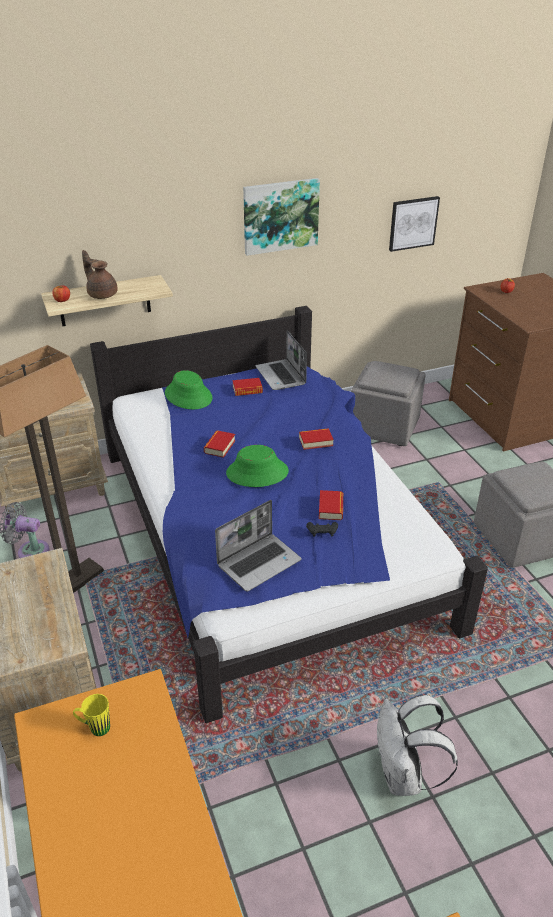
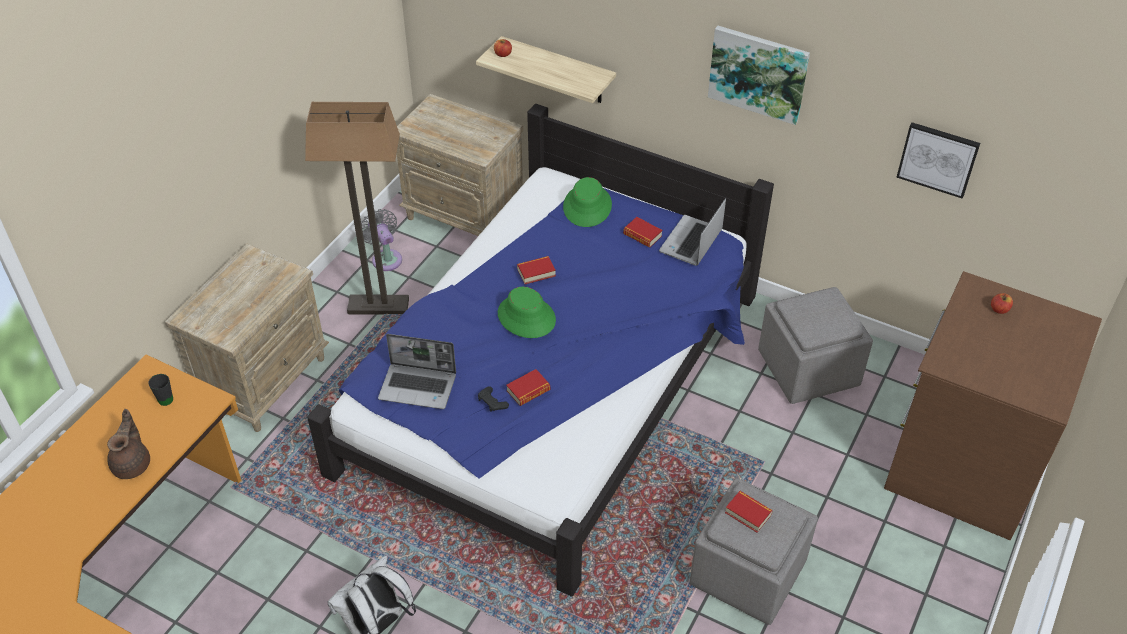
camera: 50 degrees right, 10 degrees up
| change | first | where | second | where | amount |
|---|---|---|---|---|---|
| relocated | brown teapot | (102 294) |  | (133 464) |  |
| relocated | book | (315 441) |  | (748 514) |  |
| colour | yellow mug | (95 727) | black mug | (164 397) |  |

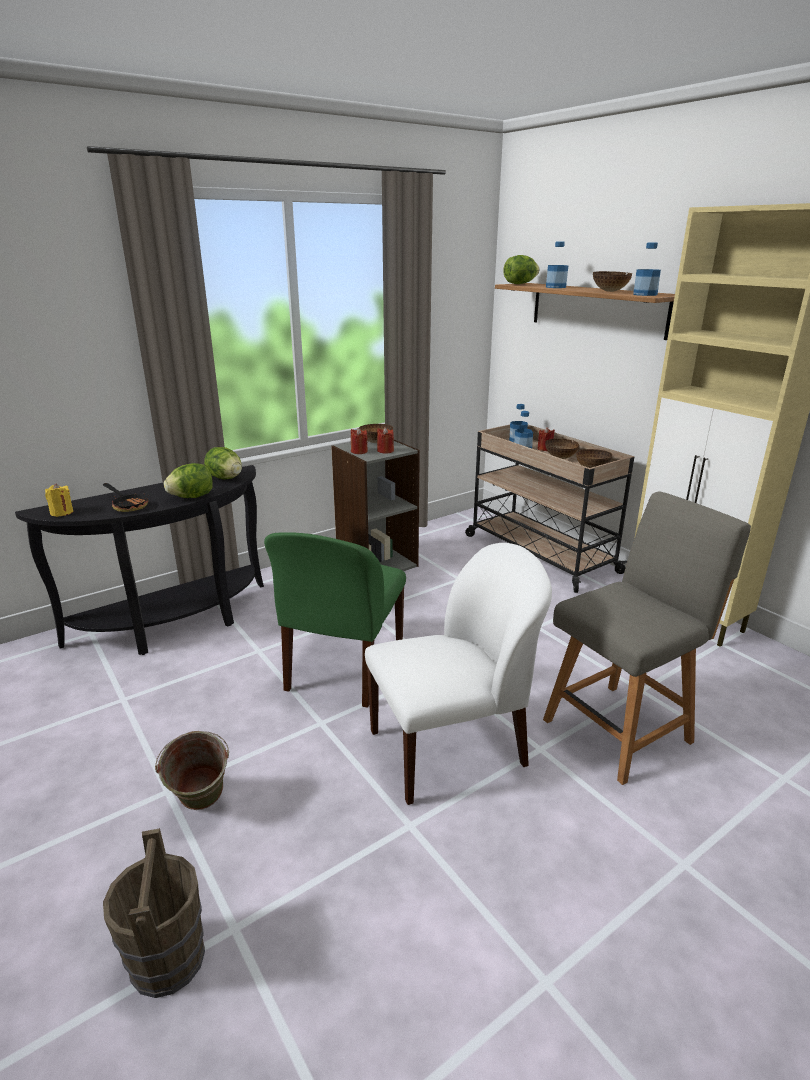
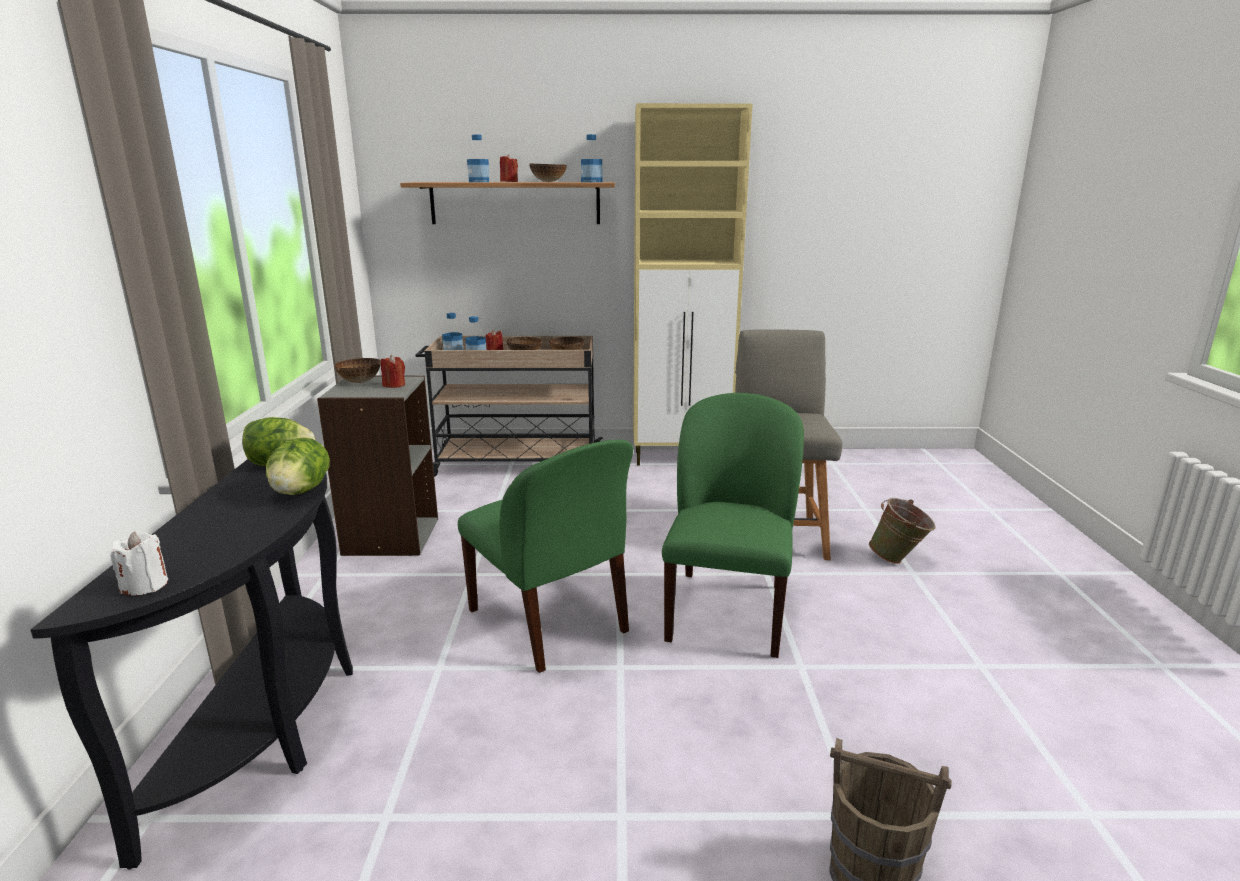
camera: 55 degrees left, 5 degrees down
| change | first | where | second | where | amount |
|---|---|---|---|---|---|
| missing | frying pan | (128 505) |  |  |  |
| missing | lettuce | (520 284) |  |  |  |
| relocated | green bucket | (201 807) |  | (898 560) |  |
| relocated | red candle | (359 451) |  | (509 181) |  |
| colour | yellow candle | (62 512) | white candle | (145 585) |  |
| colour | white chair | (451 748) | green chair | (727 610) |  |

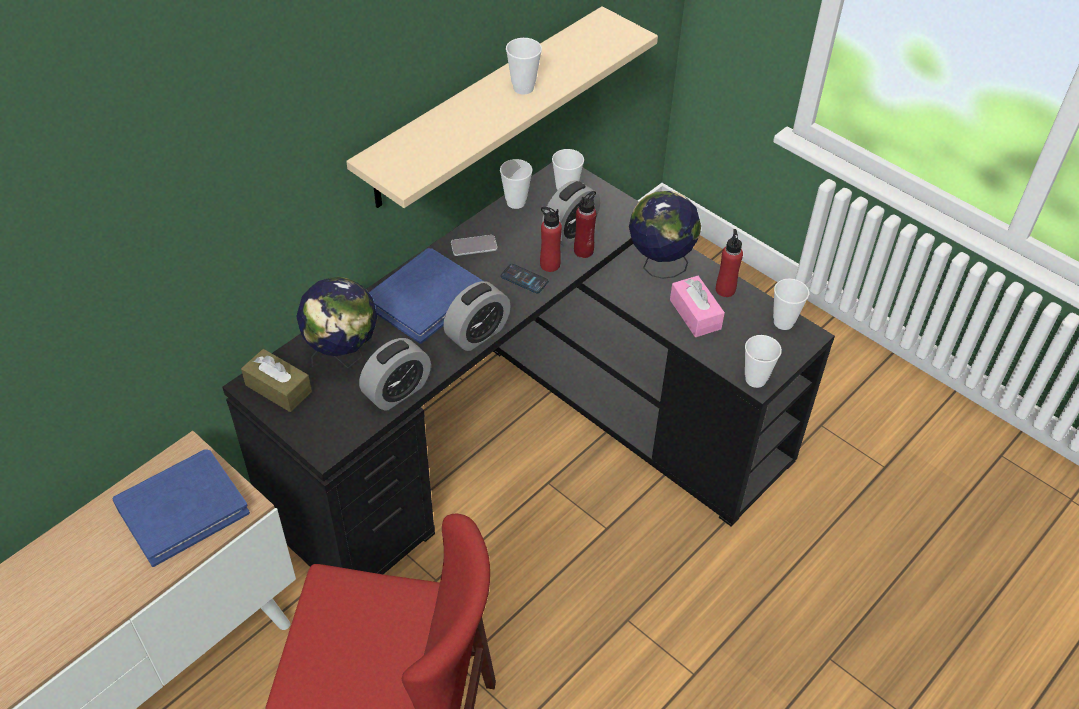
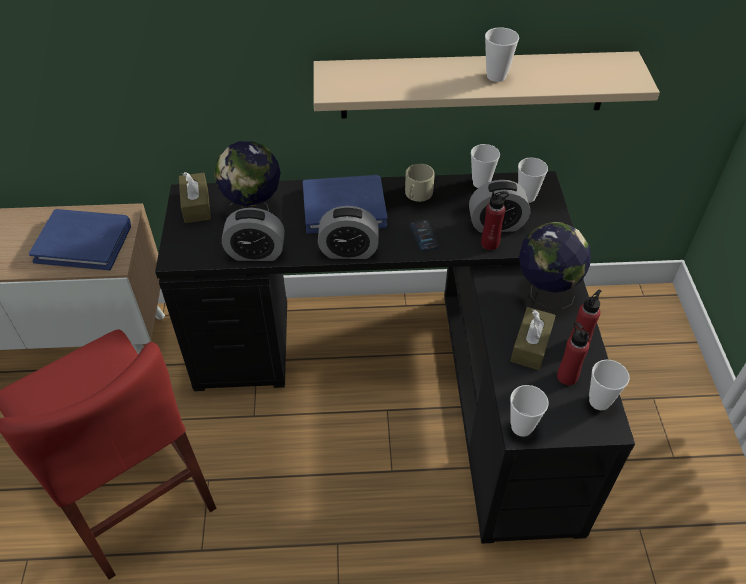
camera: 45 degrees right, 0 degrees up
| change | first | where | second | where | amount |
|---|---|---|---|---|---|
| relocated | red bottle | (550 264) |  | (567 376) |  |
| exchanged | phone | (474 246) | beige mug | (417 194) |  |
| colour | pink tissue box | (695 314) | brown tissue box | (531 345) |  |

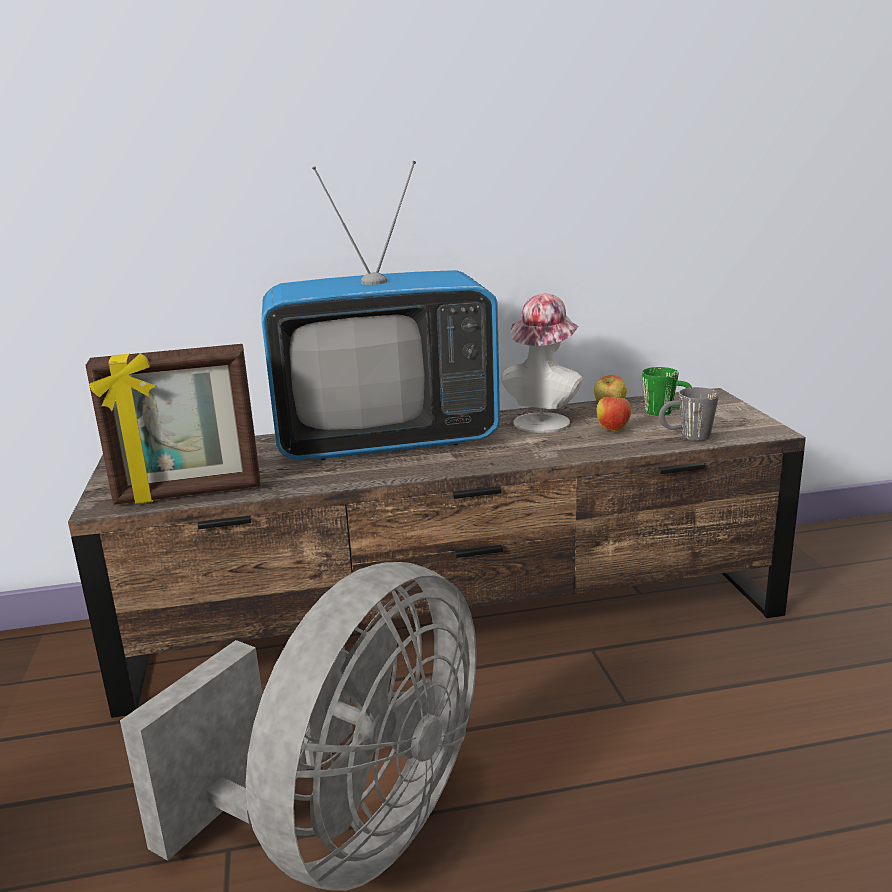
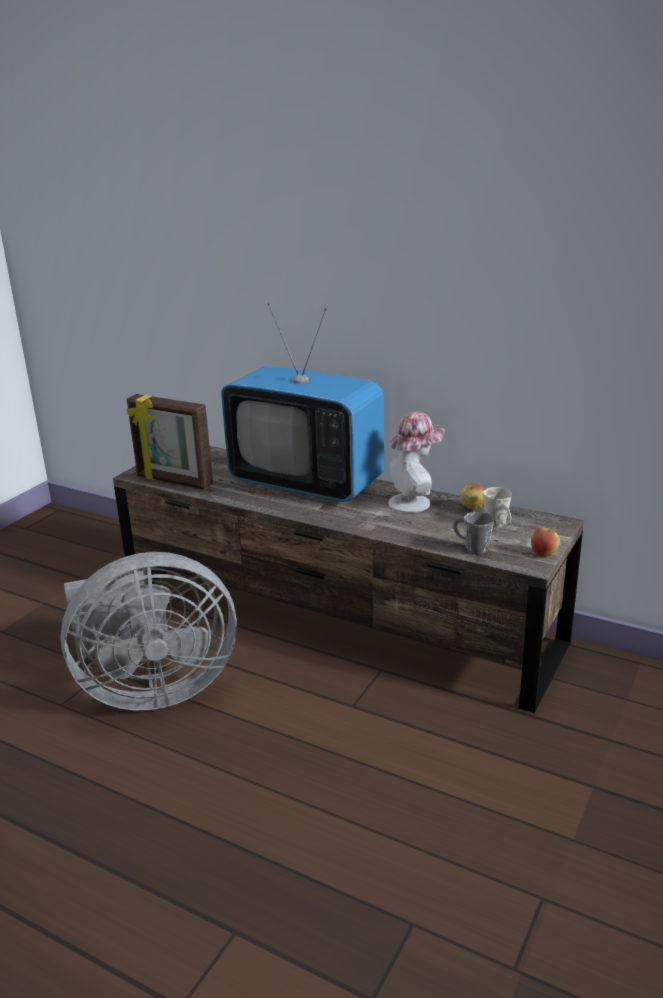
camera: 40 degrees right, 5 degrees up
| change | first | where | second | where | amount |
|---|---|---|---|---|---|
| relocated | apple | (613 429) |  | (544 554) |  |
| colour | green mug | (667 413) | white mug | (499 525) |  |

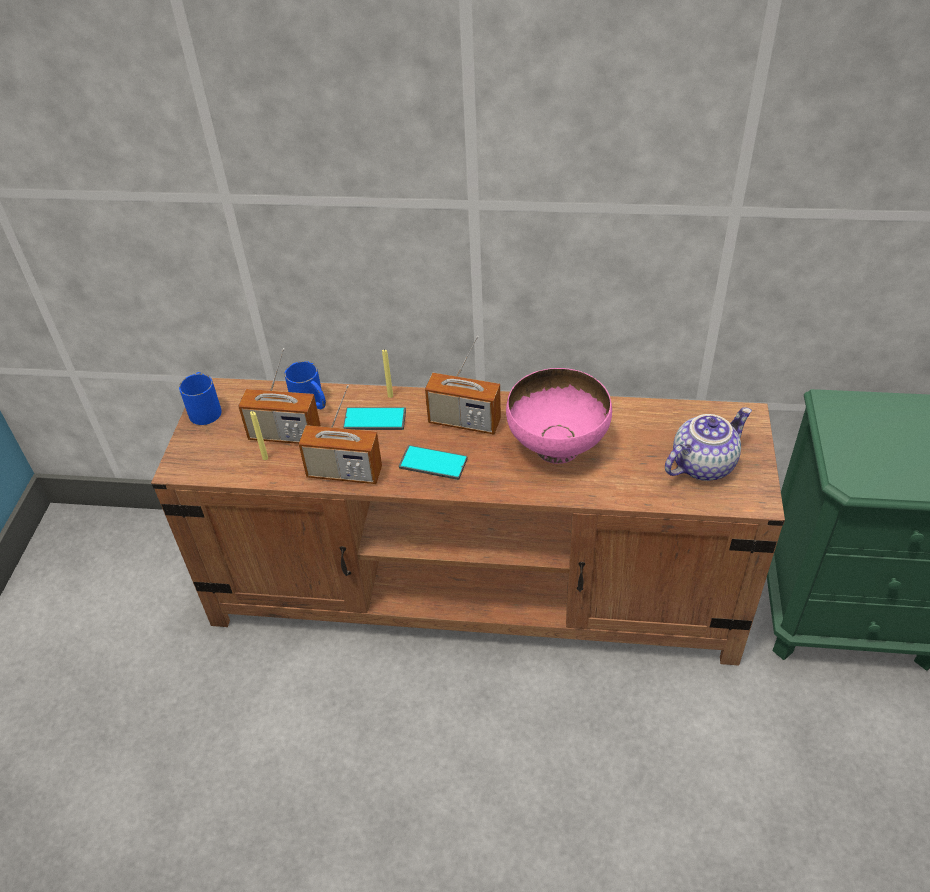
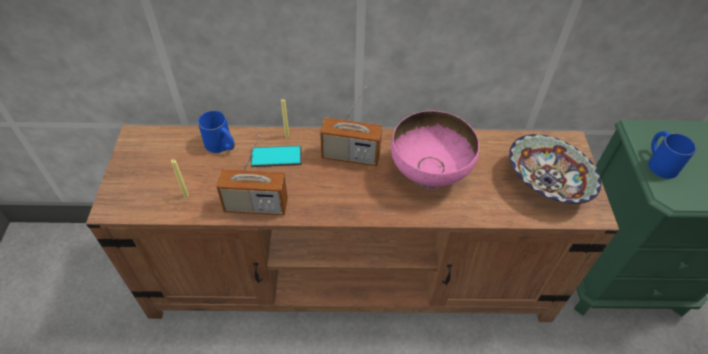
camera: 10 degrees left, 5 degrees up
| change | first | where | second | where | amount |
|---|---|---|---|---|---|
| missing | radio | (285 435) |  |  |  |
| missing | phone | (433 463) |  |  |  |
| relocated | blue mug | (205 408) |  | (659 162) |  |
| exchanged | teapot | (702 464) | bowl | (545 184) |  |

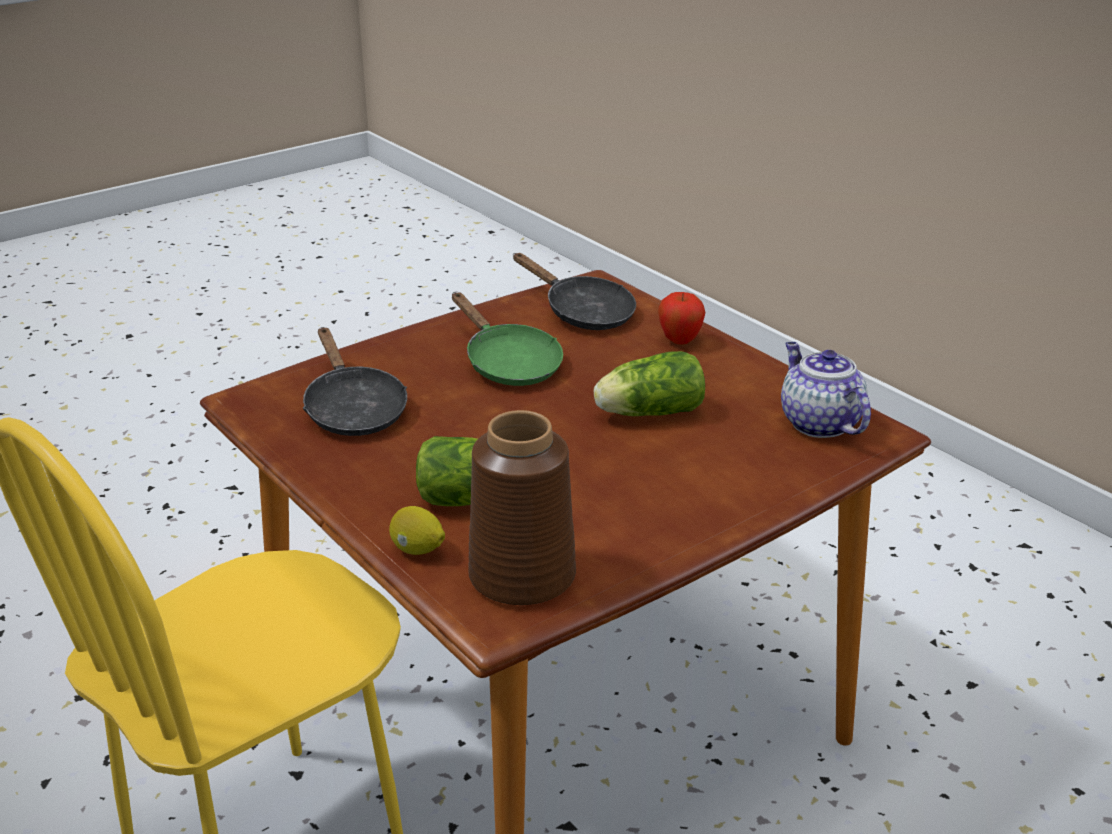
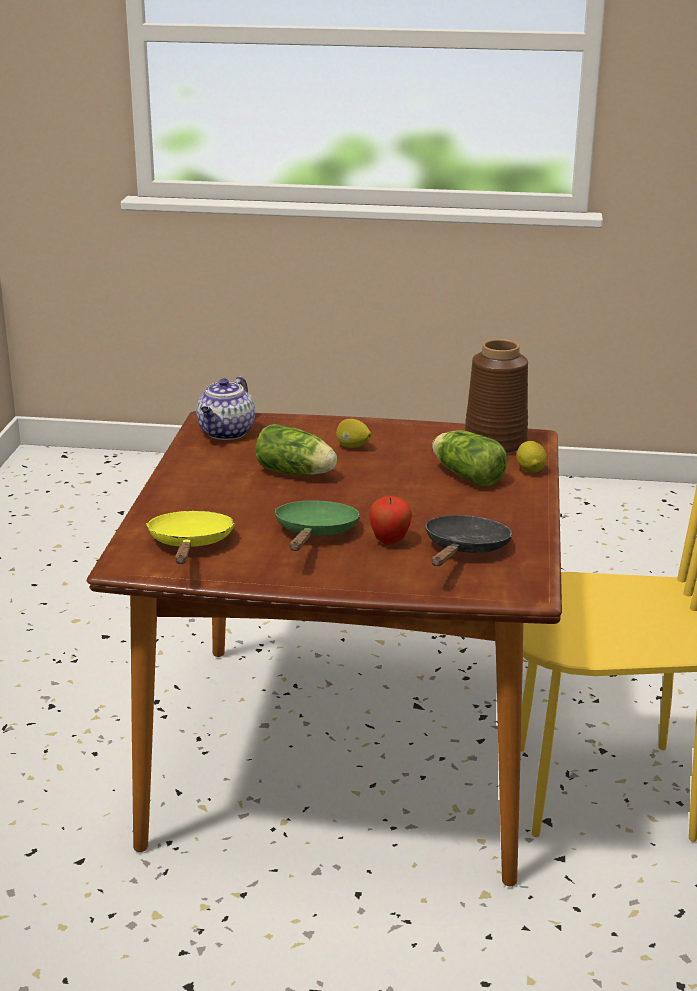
camera: 135 degrees left, 5 degrees down
| change | first | where | second | where | amount |
|---|---|---|---|---|---|
| appeared |  |  | lemon | (352 447) |  |
| relocated | apple | (680 341) |  | (389 541) |  |
| colour | black frying pan | (582 312) | yellow frying pan | (190 545) |  |

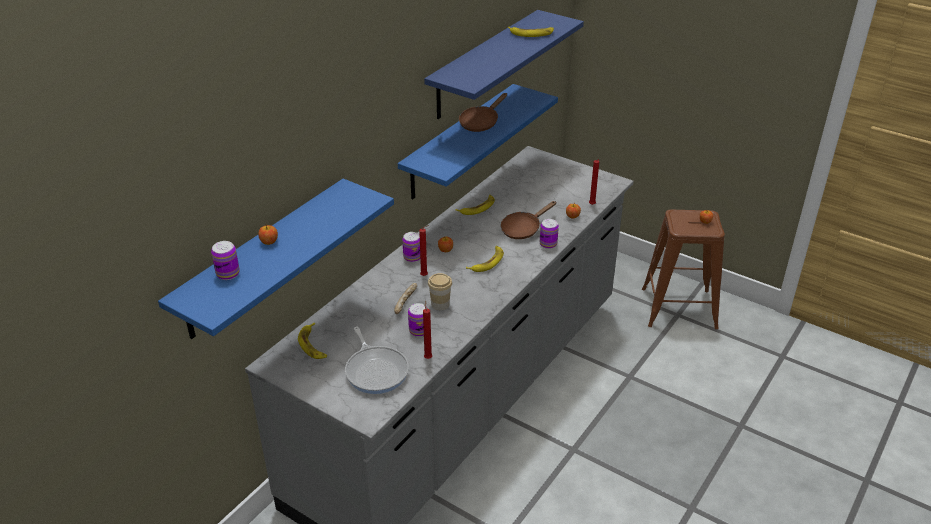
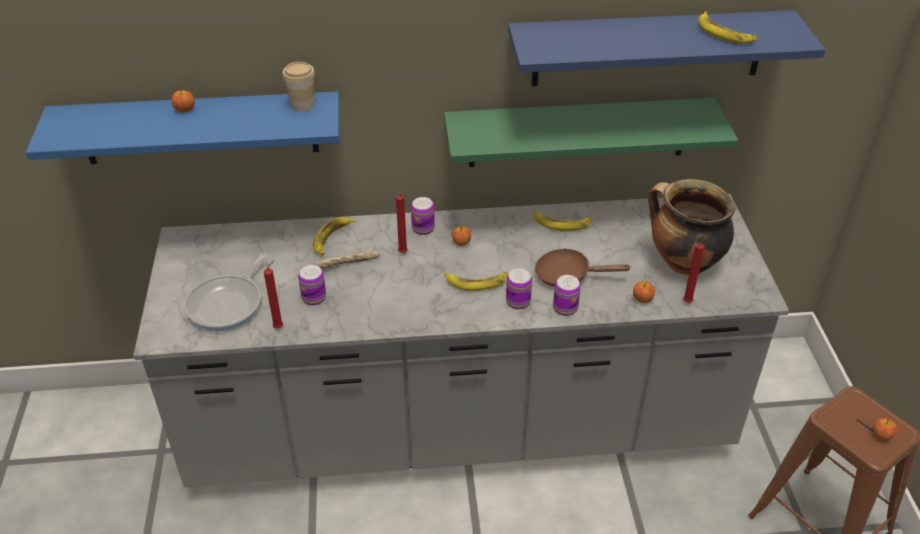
camera: 50 degrees right, 5 degrees up
| change | first | where | second | where | amount |
|---|---|---|---|---|---|
| missing | brown frying pan | (481 122) |  |  |  |
| appeared |  |  | cooking pot | (682 263) |  |
| relocated | can | (228 273) |  | (518 302) |  |
| relocated | banana | (313 345) |  | (332 238) |  |
| relocated | cup | (440 304) |  | (302 105) |  |
| colour | blue shelf | (459 142) | green shelf | (578 132) |  |

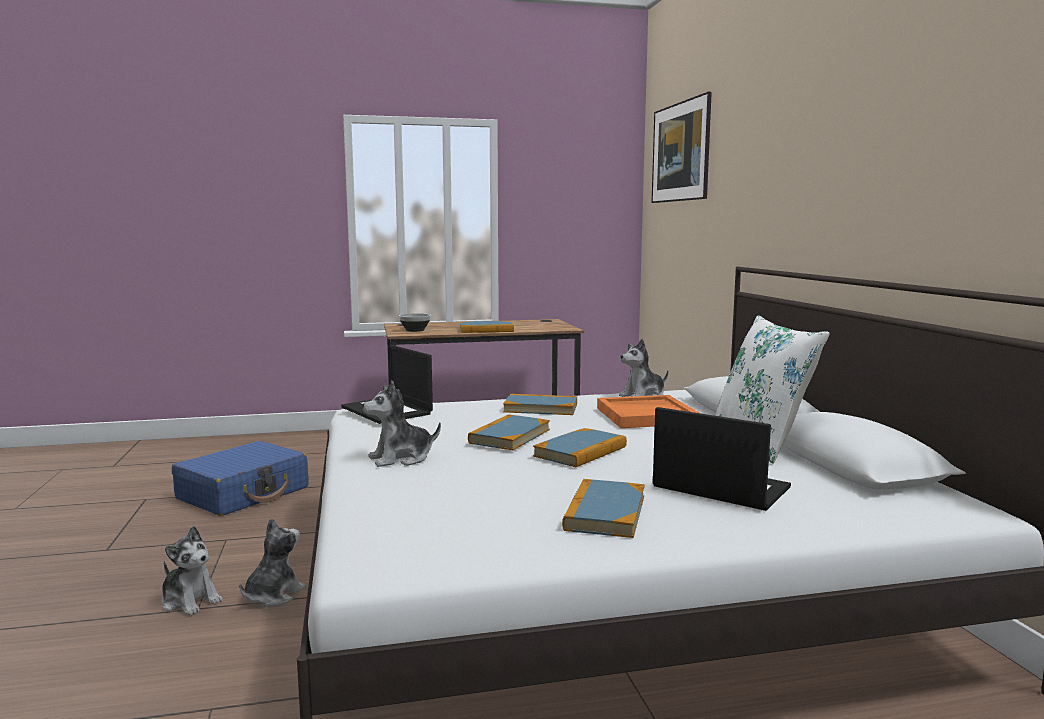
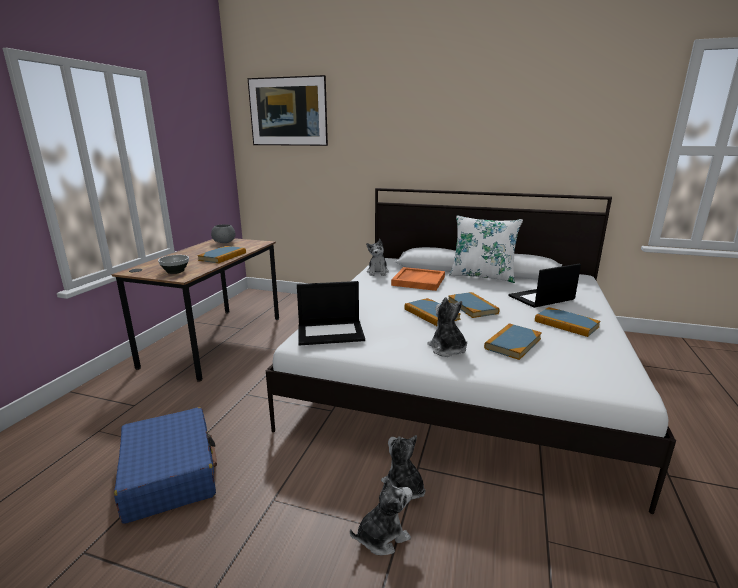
camera: 60 degrees left, 10 degrees up
| change | first | where | second | where | amount |
|---|---|---|---|---|---|
| appeared |  |  | grey bowl | (224 242) |  |
| relocated | book | (540 408) |  | (512 343) |  |
| spun | plush toy | (401 458) |  | (447 349) | 150 degrees clockwise |

